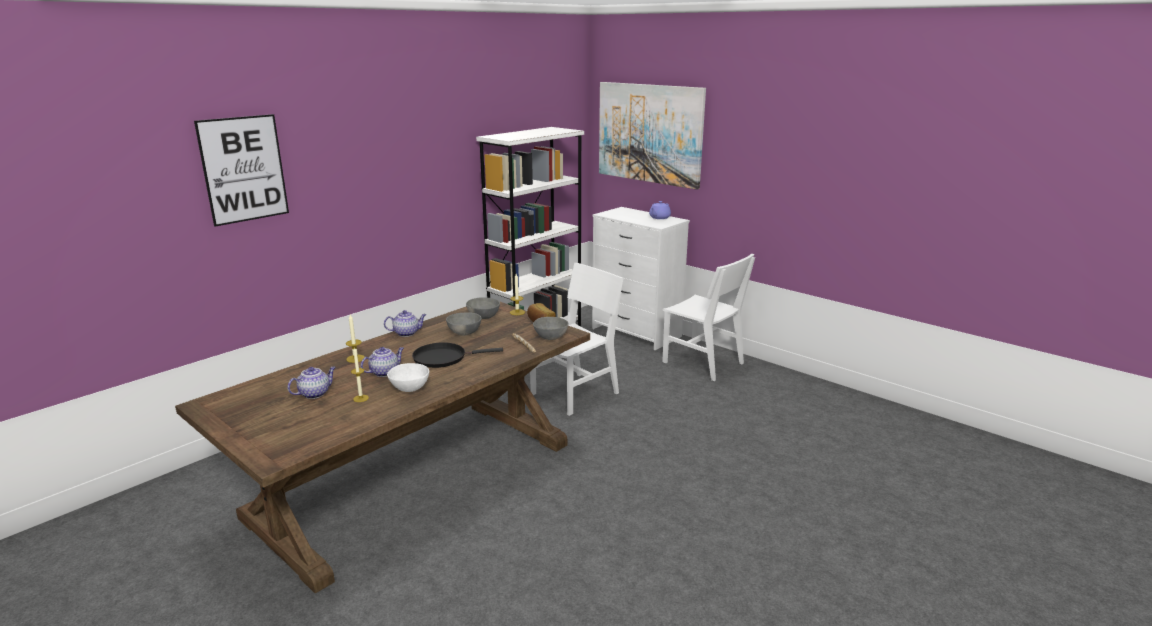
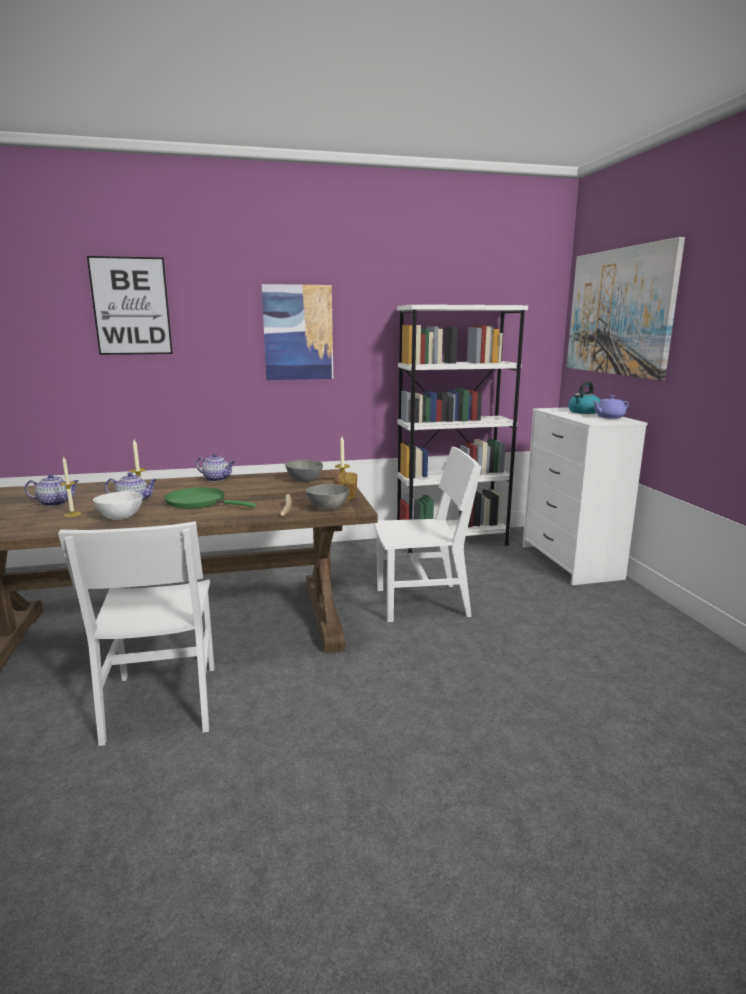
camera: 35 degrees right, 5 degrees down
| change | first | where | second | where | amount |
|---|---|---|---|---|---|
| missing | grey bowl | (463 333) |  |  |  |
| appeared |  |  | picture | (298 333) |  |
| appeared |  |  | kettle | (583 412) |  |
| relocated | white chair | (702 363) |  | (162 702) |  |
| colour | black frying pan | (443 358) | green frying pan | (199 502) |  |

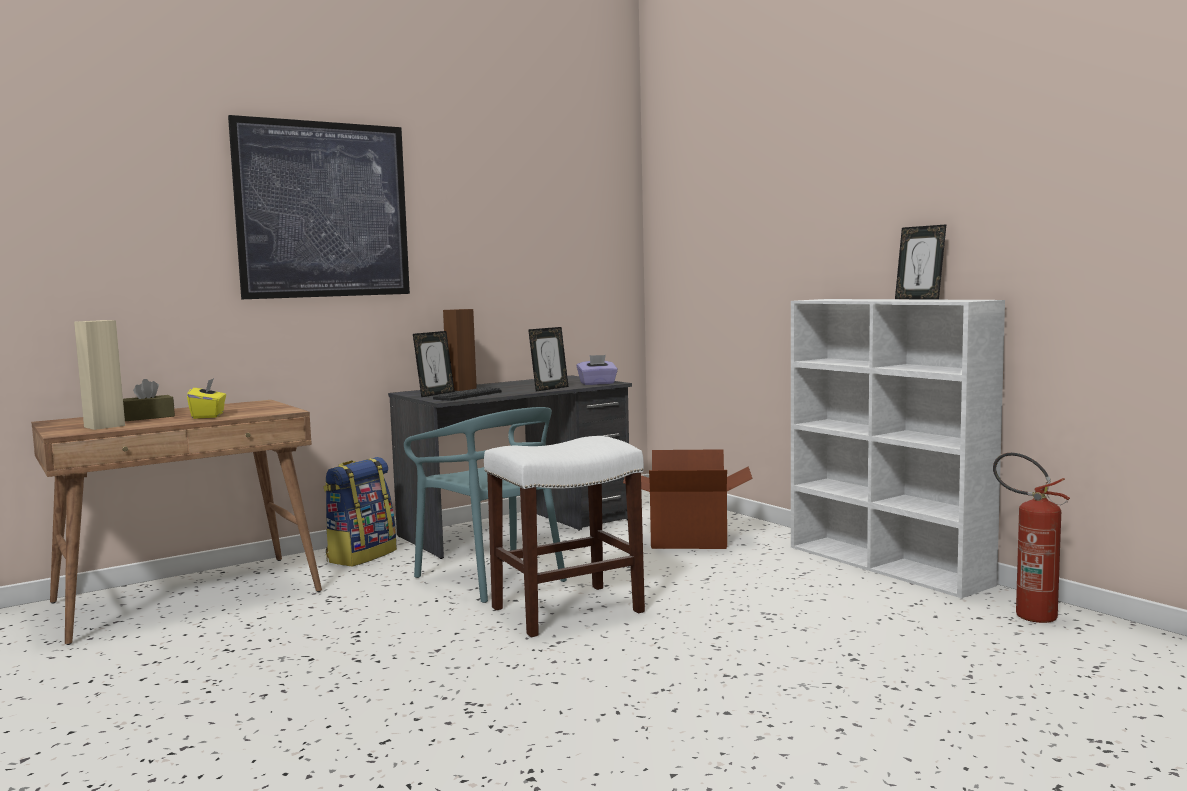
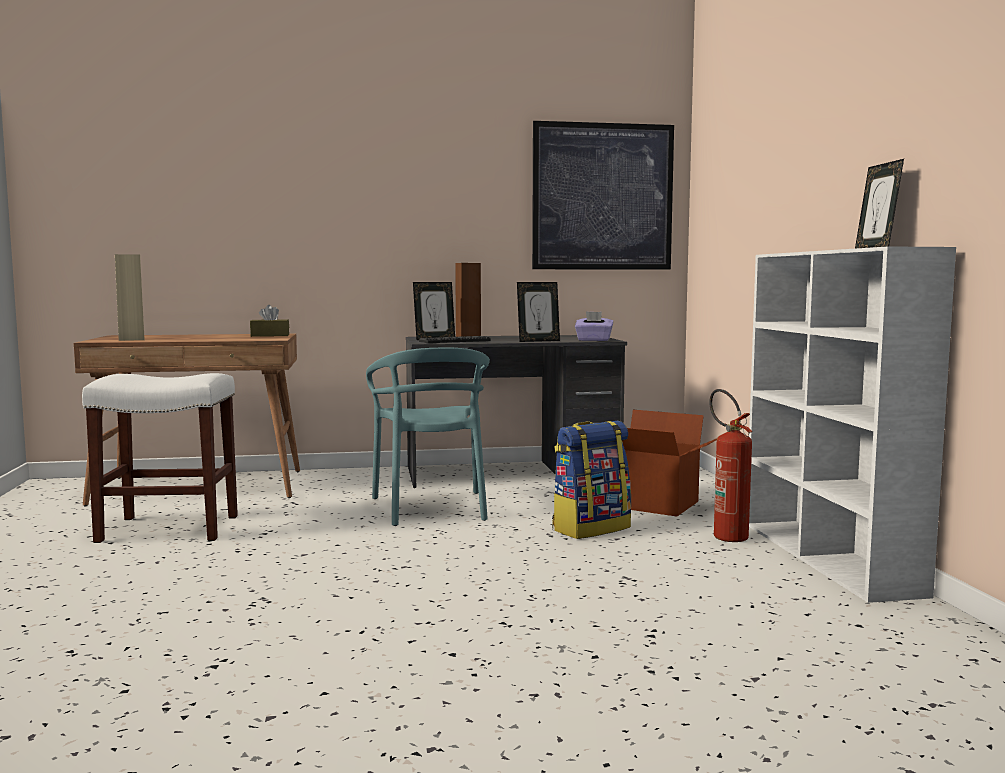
camera: 25 degrees right, 0 degrees up
| change | first | where | second | where | amount |
|---|---|---|---|---|---|
| missing | yellow tissue box | (209 416) |  |  |  |
| relocated | brown tissue box | (148 417) |  | (270 335) |  |
| relocated | picture | (323 210) |  | (602 197) |  |
| relocated | backpack | (361 556) |  | (590 528) |  |
| relocated | white stool | (566 610) |  | (167 529) |  |
| relocated | fire extinguisher | (1026 614) |  | (725 535) |  |

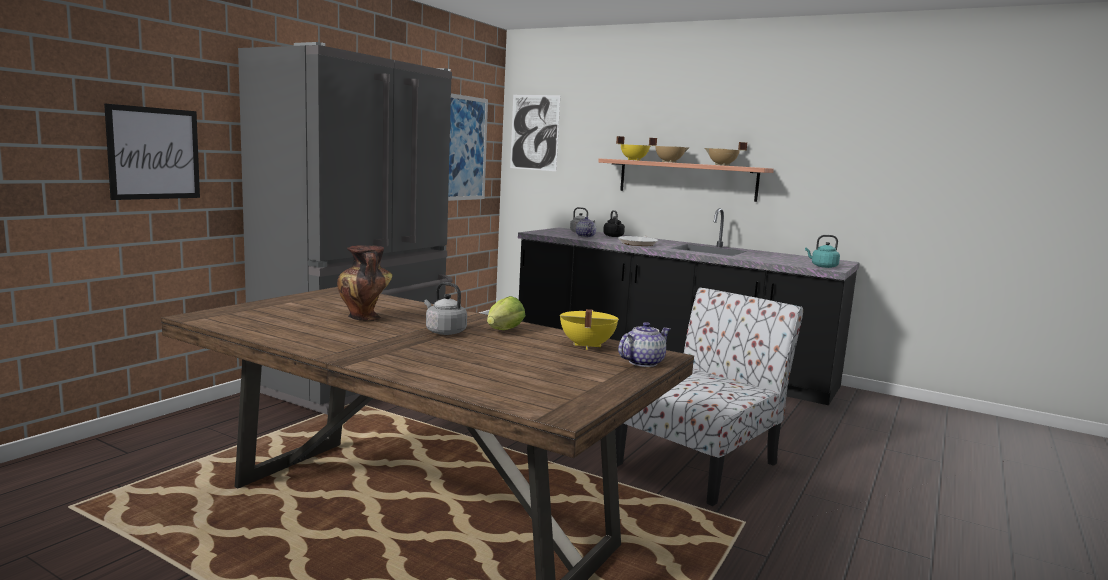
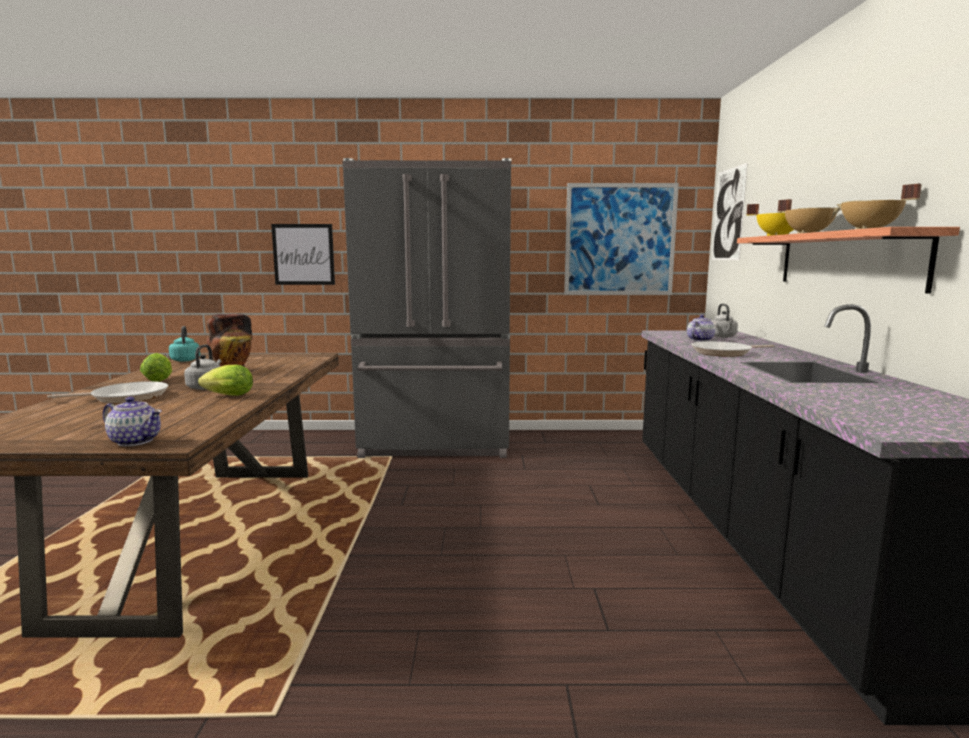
camera: 60 degrees right, 0 degrees up
| change | first | where | second | where | amount |
|---|---|---|---|---|---|
| missing | yellow cooking pot | (586 346) |  |  |  |
| missing | black kettle | (613 236) |  |  |  |
| missing | chair | (699 463) |  |  |  |
| appeared |  |  | frying pan | (126 397) |  |
| appeared |  |  | lettuce | (159 379) |  |
| relocated | turquoise kettle | (822 266) |  | (185 360) |  |

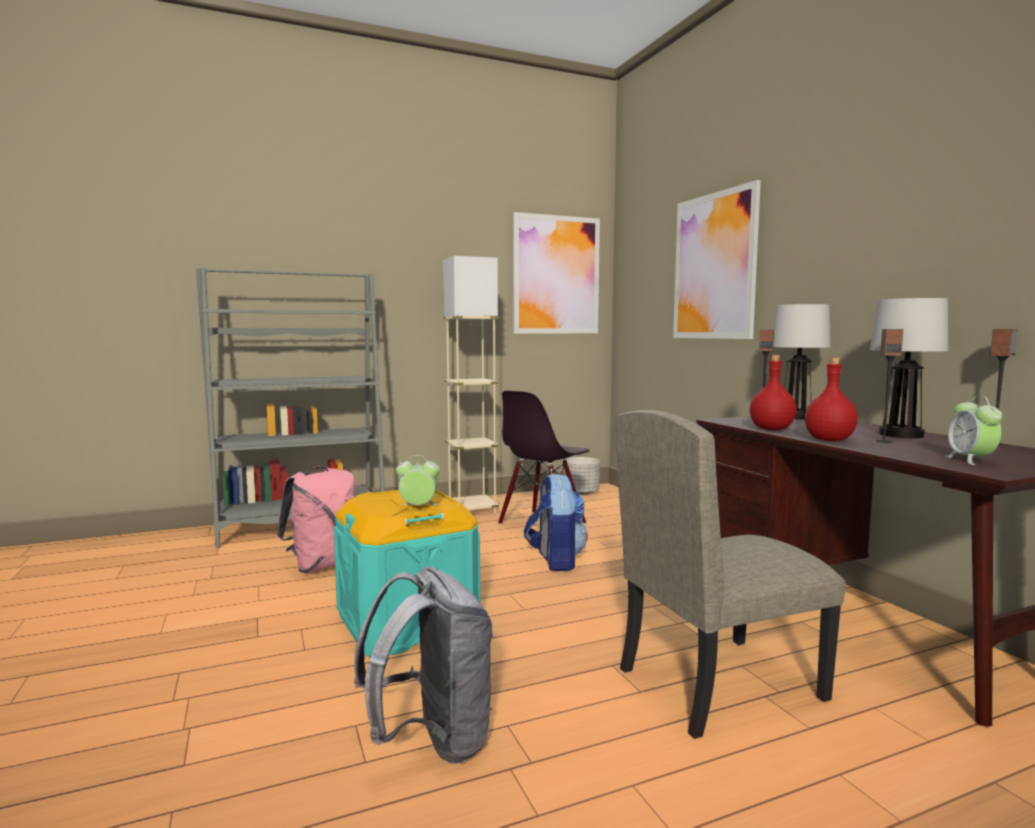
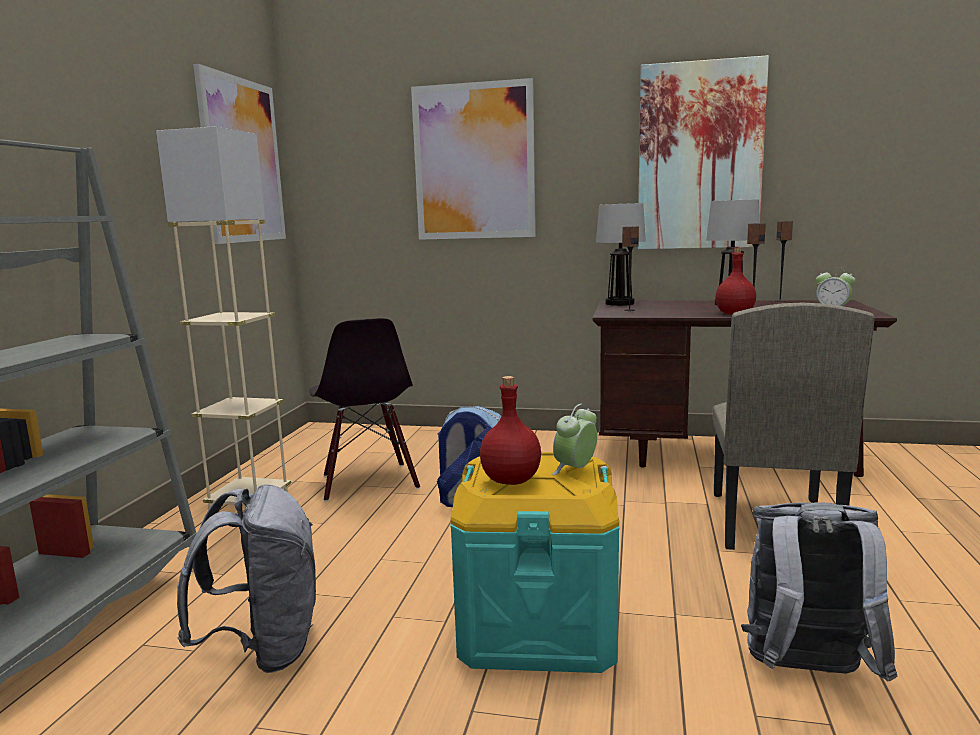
camera: 55 degrees left, 5 degrees up
| change | first | where | second | where | amount |
|---|---|---|---|---|---|
| missing | grey planter | (581 493) |  |  |  |
| appeared |  |  | picture | (699 157) |  |
| relocated | red bottle | (771 429) |  | (510 480) |  |
| colour | pink backpack | (322 565) | grey backpack | (264 649) |  |

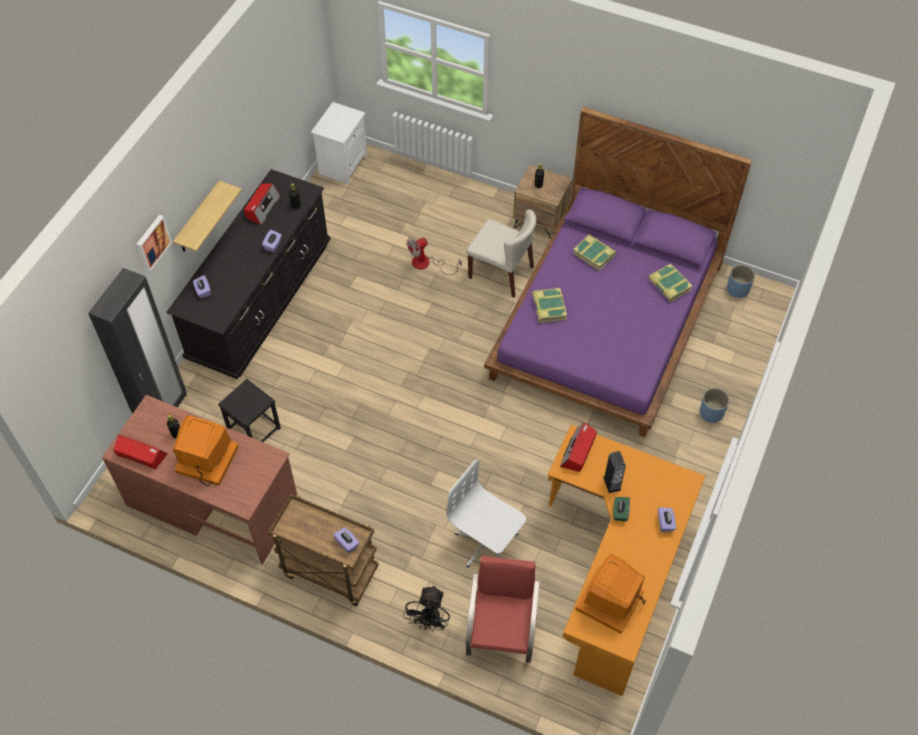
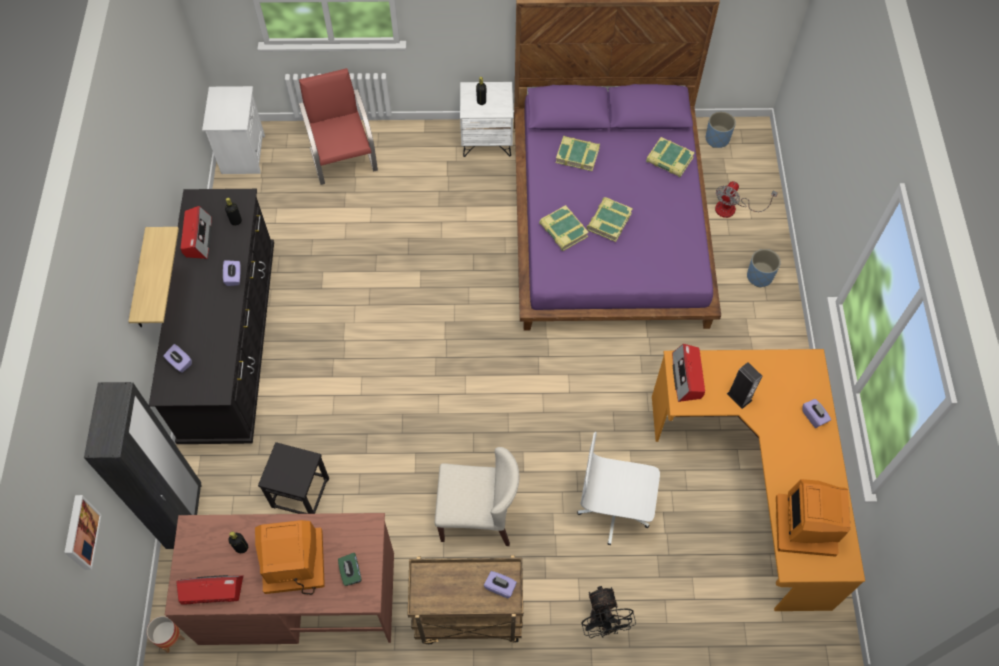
camera: 25 degrees left, 5 degrees up
| change | first | where | second | where | amount |
|---|---|---|---|---|---|
| appeared |  |  | planter | (170 638) |  |
| appeared |  |  | book | (608 221) |  |
| relocated | picture | (152 242) |  | (80 532) |  |
| relocated | fan | (427 264) |  | (733 208) |  |
| relocated | beige chair | (501 272) |  | (477 515) |  |
| relocated | red chair | (501 632) |  | (343 158) |  |
| relocated | green tissue box | (620 512) |  | (351 573) |  |
| colour | brown nightstand | (540 221) | white nightstand | (487 140) |  |

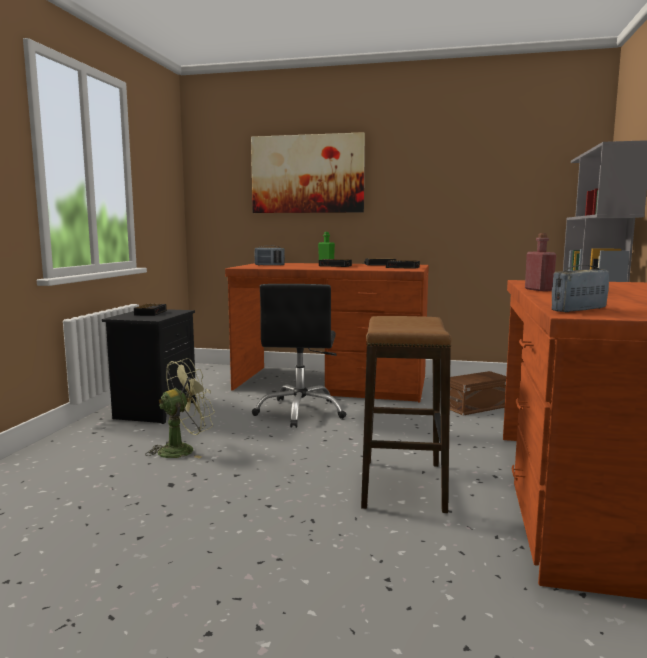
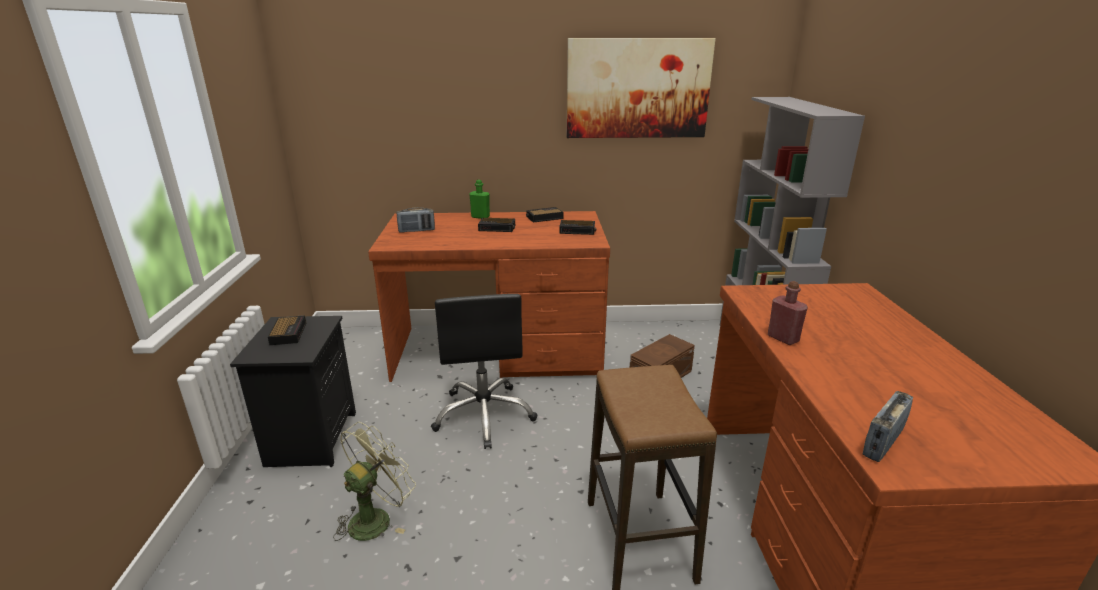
camera: 15 degrees left, 15 degrees up
| change | first | where | second | where | amount |
|---|---|---|---|---|---|
| relocated | picture | (307 174) |  | (638 89) |  |

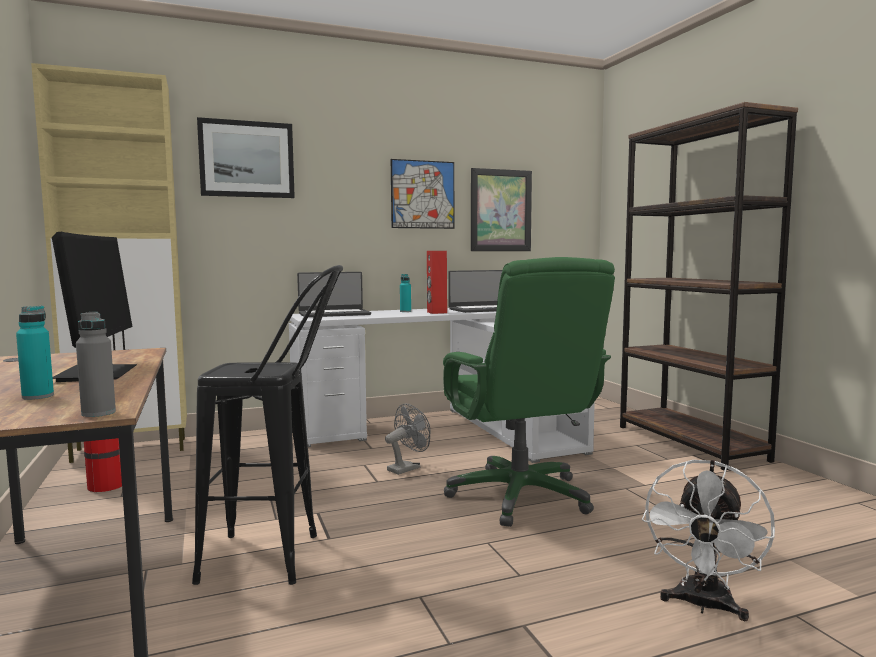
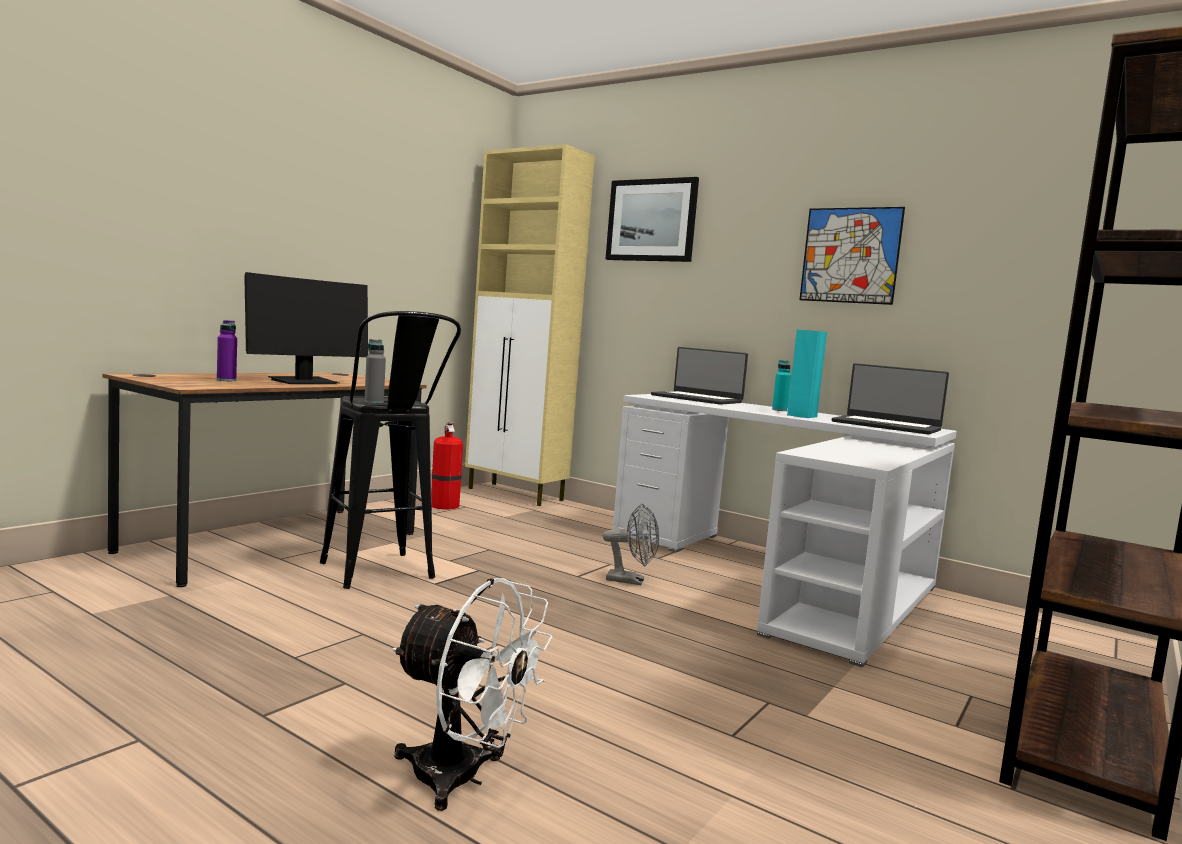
camera: 55 degrees right, 0 degrees up
| change | first | where | second | where | amount |
|---|---|---|---|---|---|
| missing | green office chair | (520 496) |  |  |  |
| missing | picture | (501 210) |  |  |  |
| relocated | grey bottle | (98 413) |  | (374 402) |  |
| colour | turquoise bottle | (38 396) | purple bottle | (226 380) |  |
| colour | red speaker | (436 312) | turquoise speaker | (801 416) |  |
| spun | white fan | (703 605) |  | (462 779) | 150 degrees counterclockwise |

